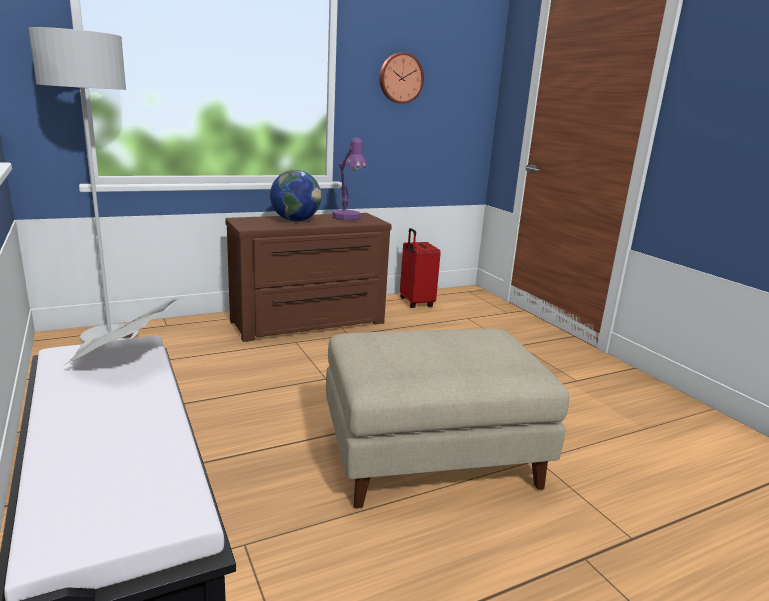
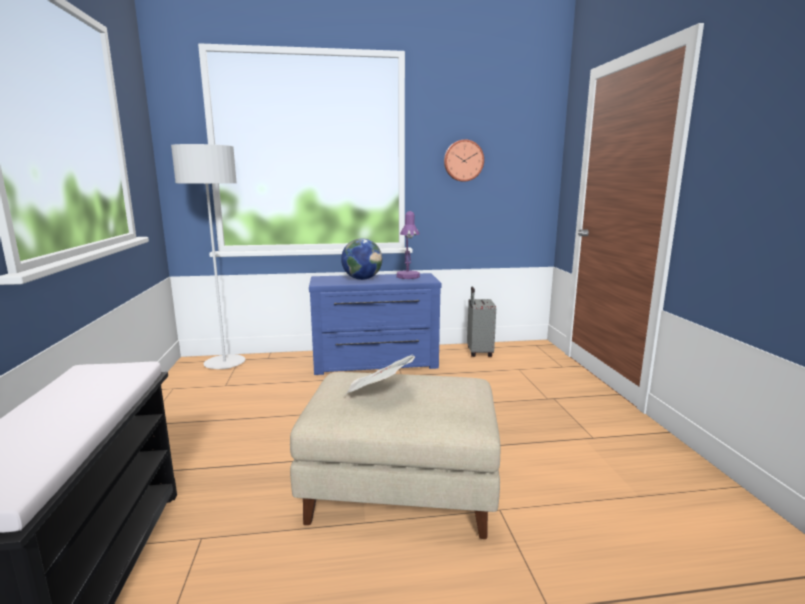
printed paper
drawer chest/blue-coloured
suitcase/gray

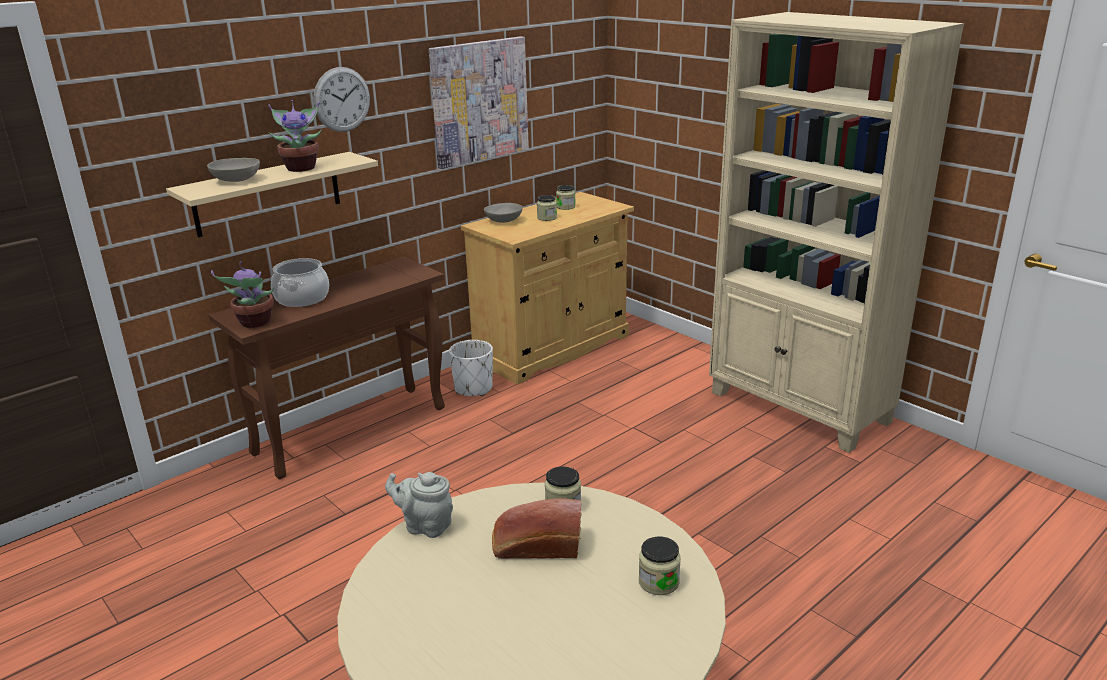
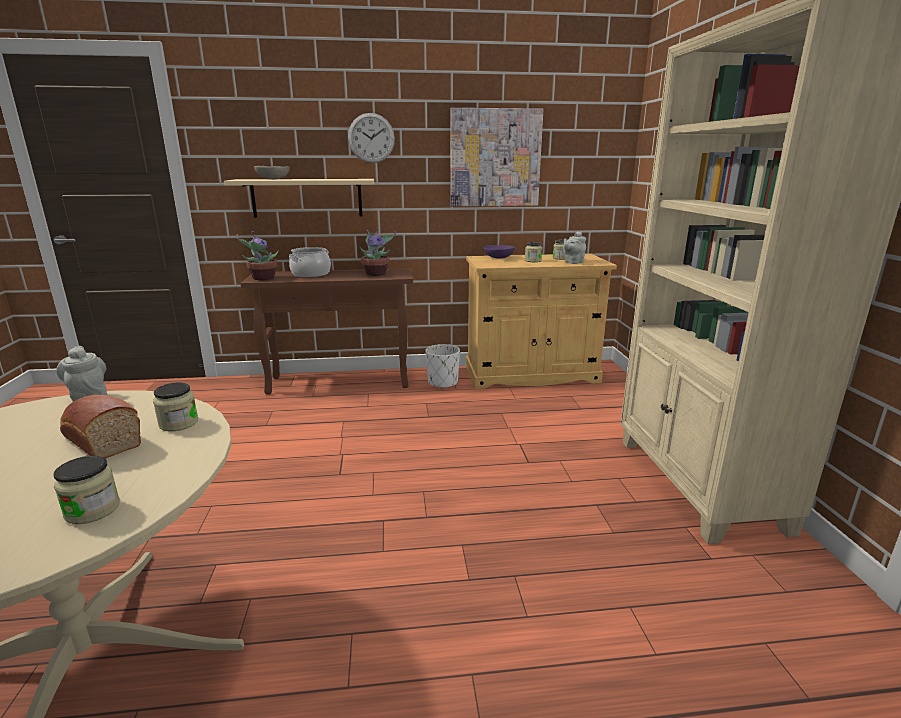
plant in a pot (2nd from left)
bowl/purple
teapot/gray (2nd from left)

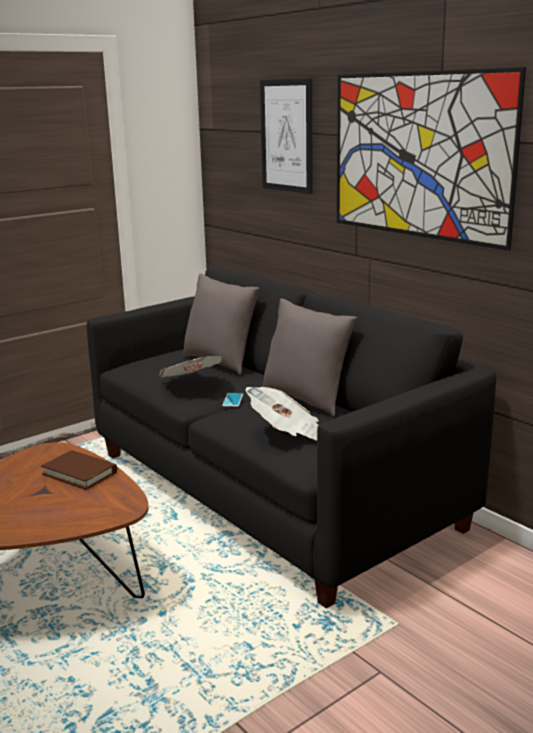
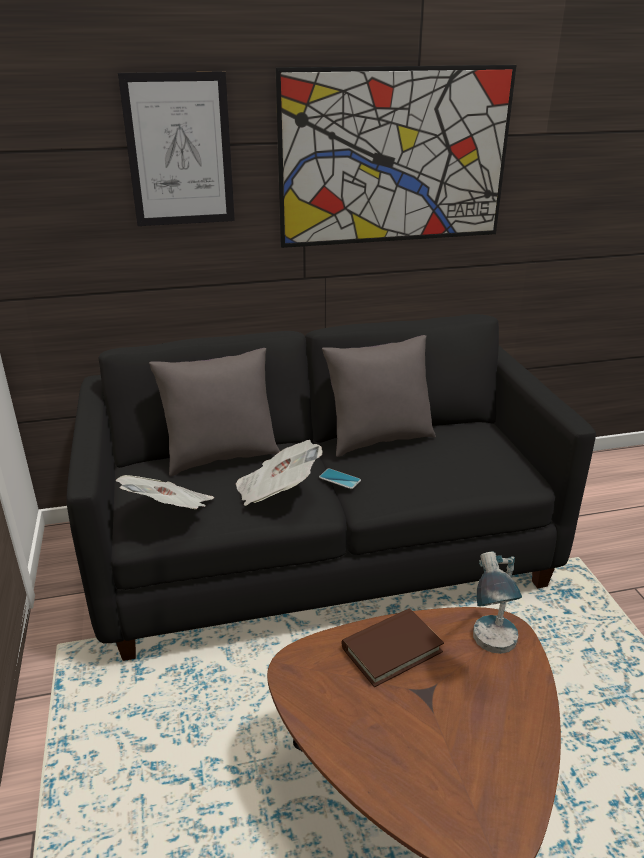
printed paper (1st from left)
tabletop lamp

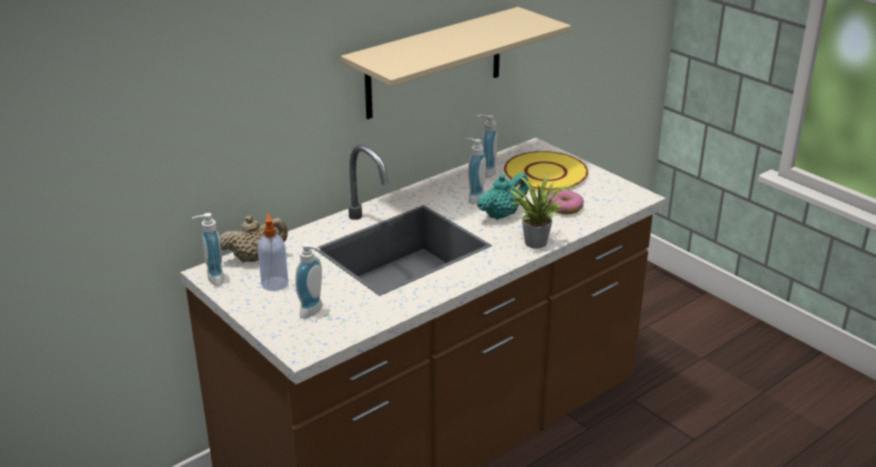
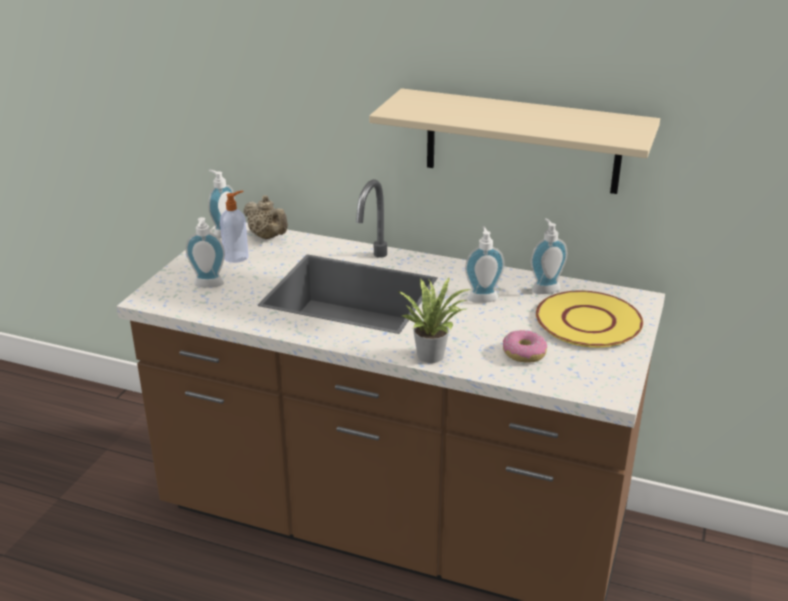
teapot/turquoise-coloured

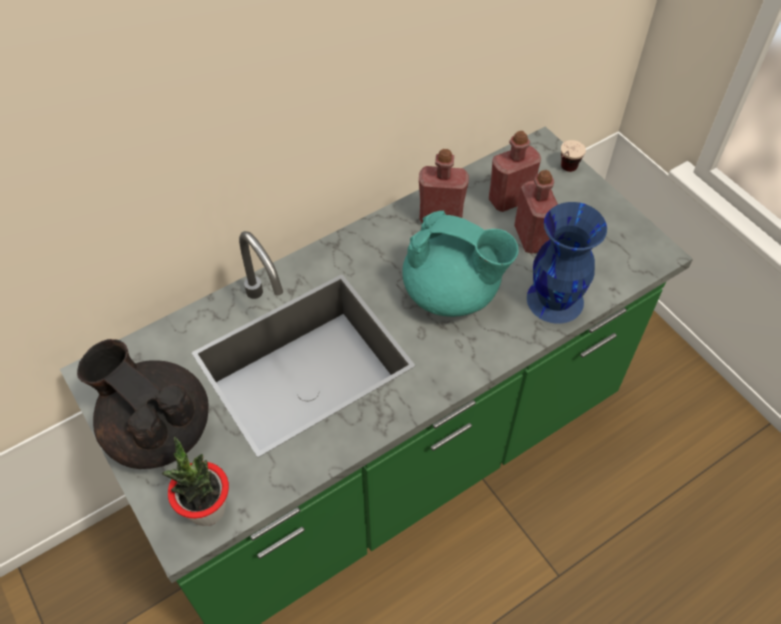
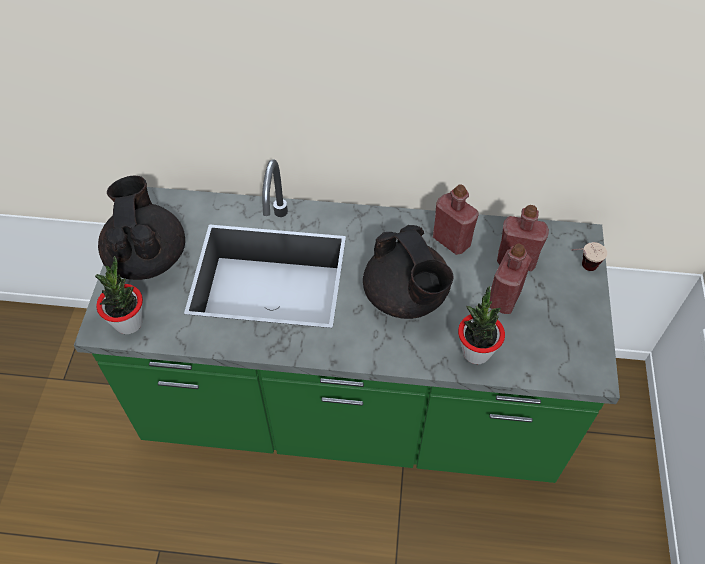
teapot/black (2nd from left)
plant in a pot (2nd from left)

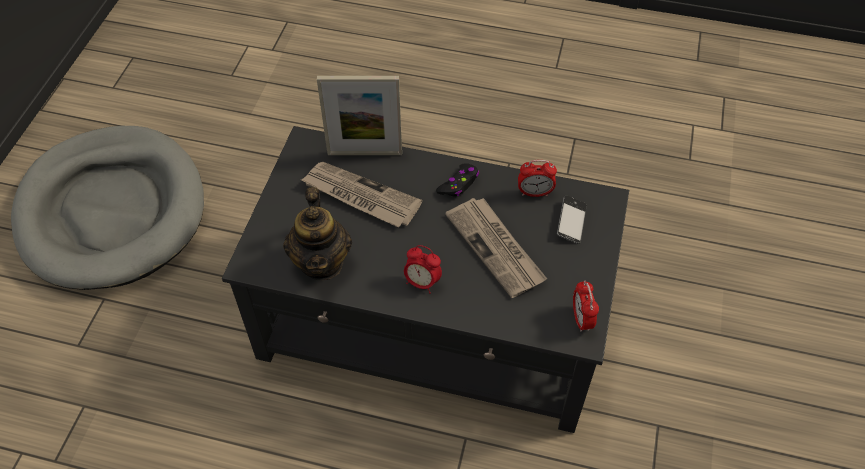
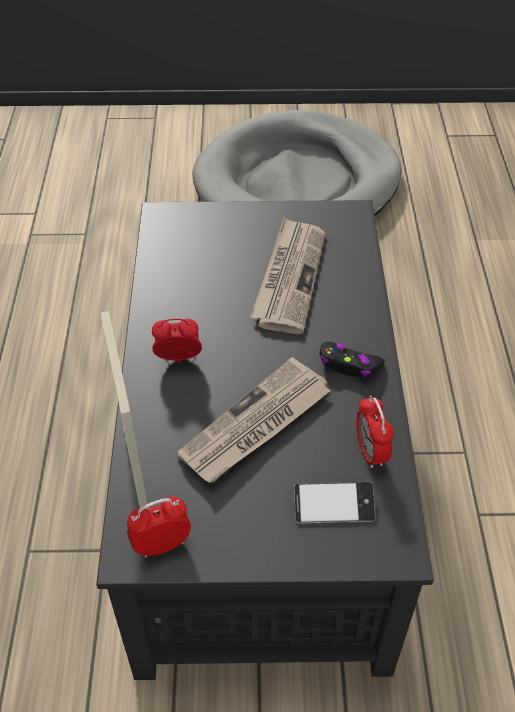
teapot
photo frame
alarm clock (2nd from left)

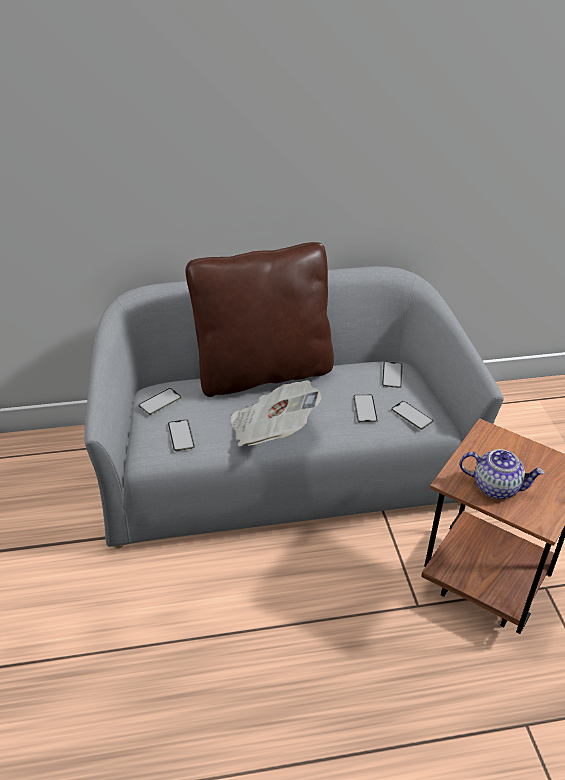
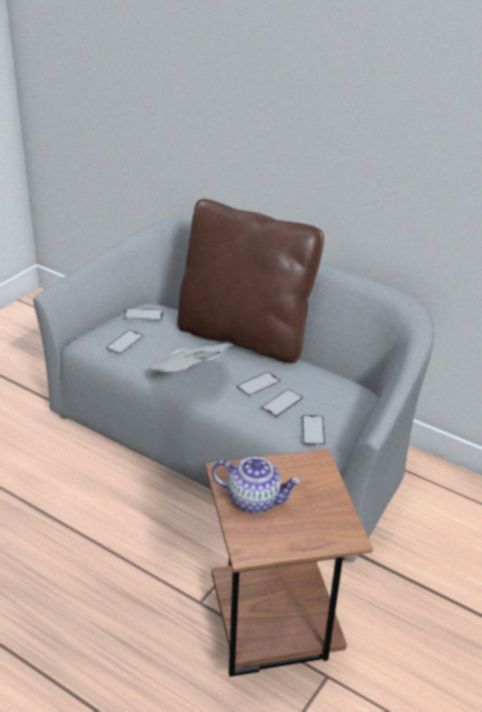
telephone (3rd from left)
teapot

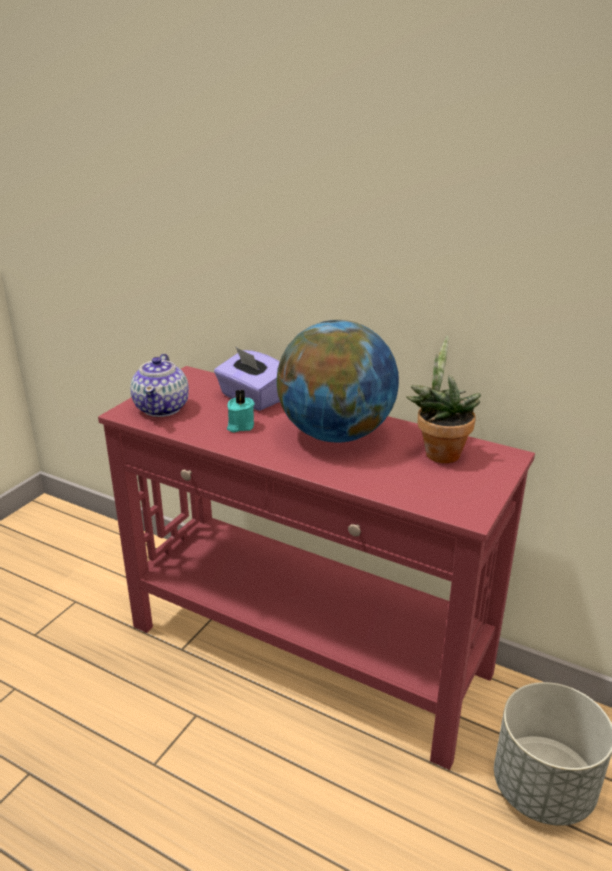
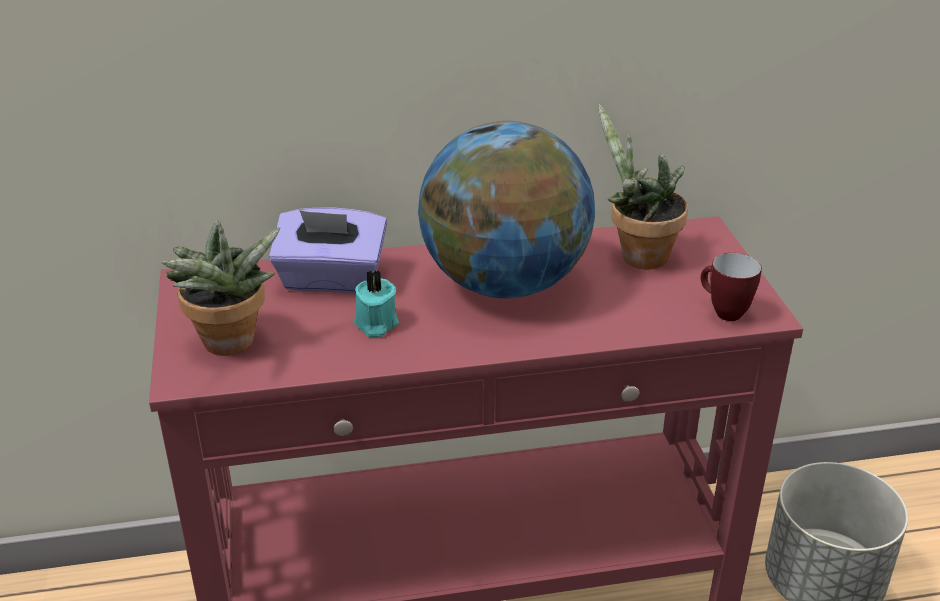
plant in a pot (1st from left)
mug

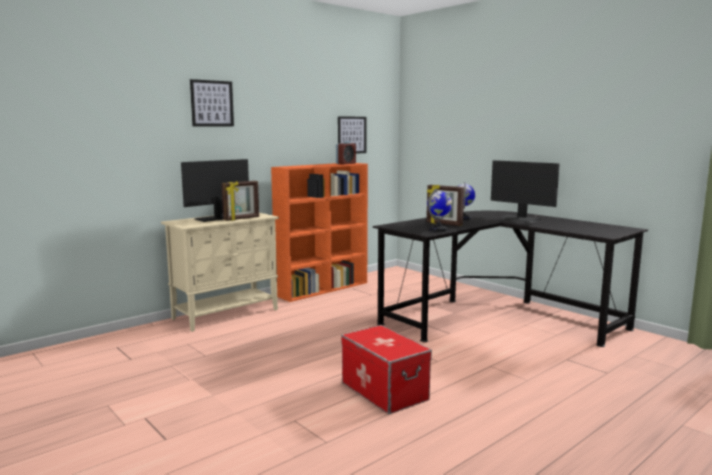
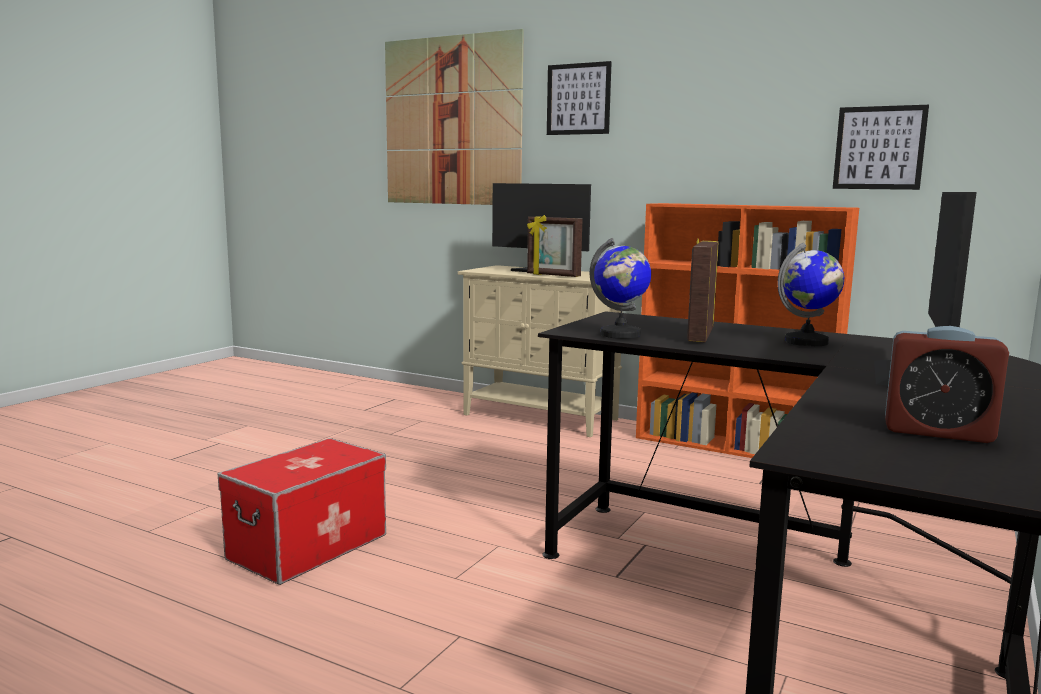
alarm clock
wall art (1st from left)

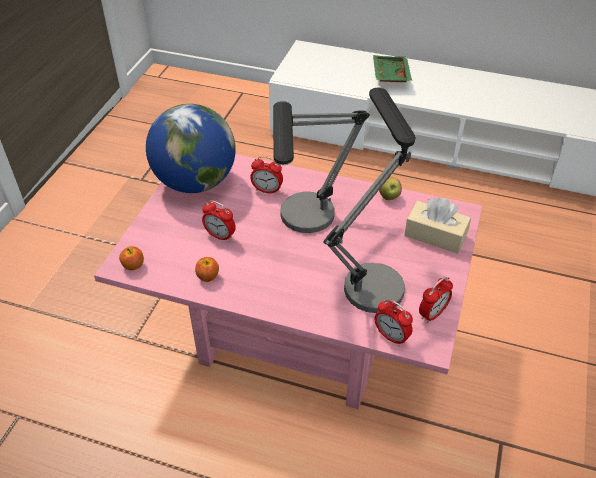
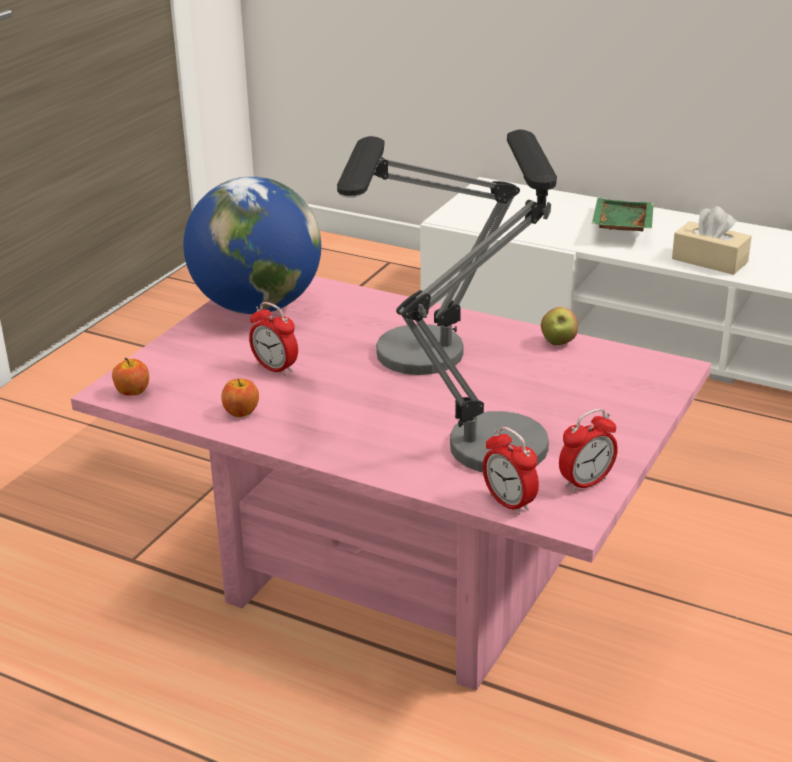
alarm clock (2nd from left in the first image)
tissue holder/beige

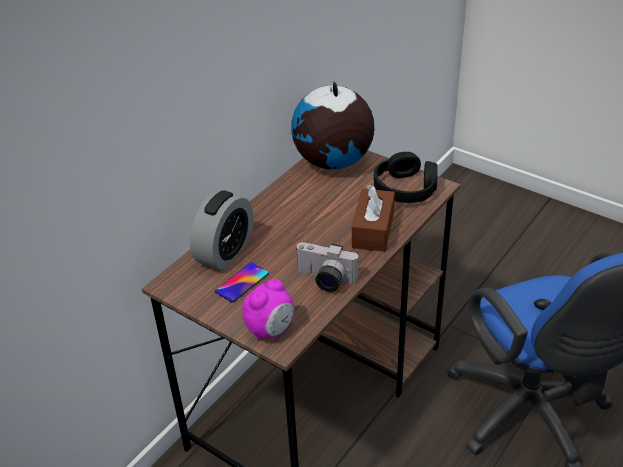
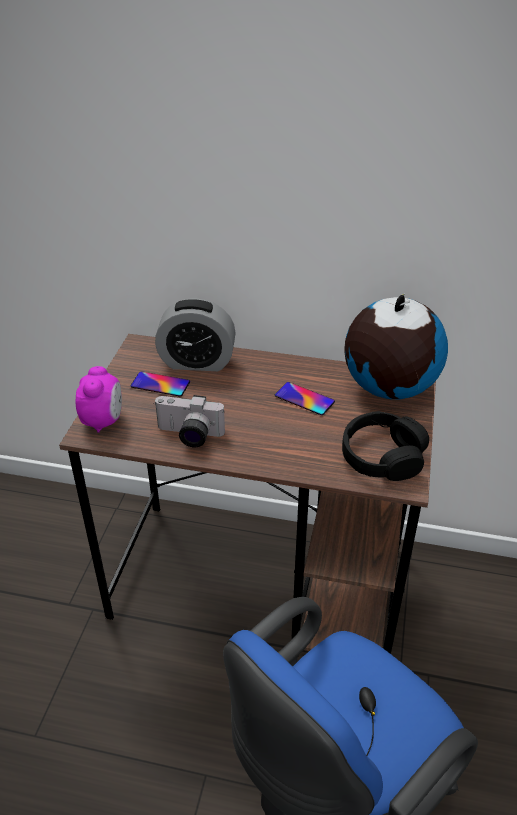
alarm clock (1st from left)
still camera
tissue holder/brownish
telephone (2nd from left)

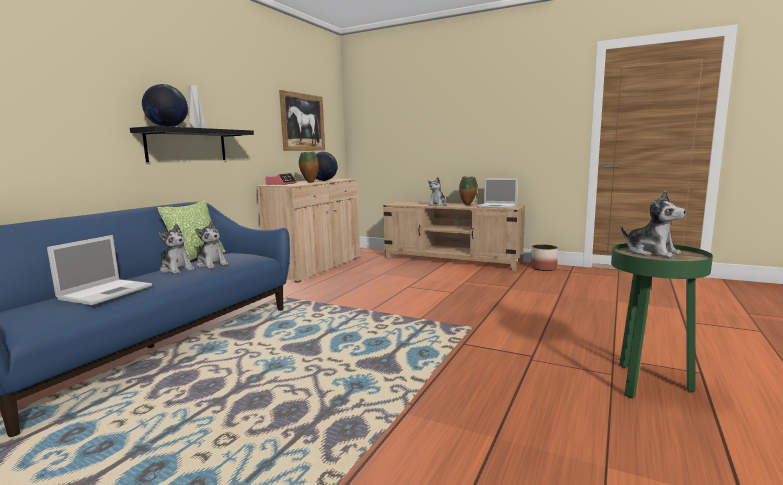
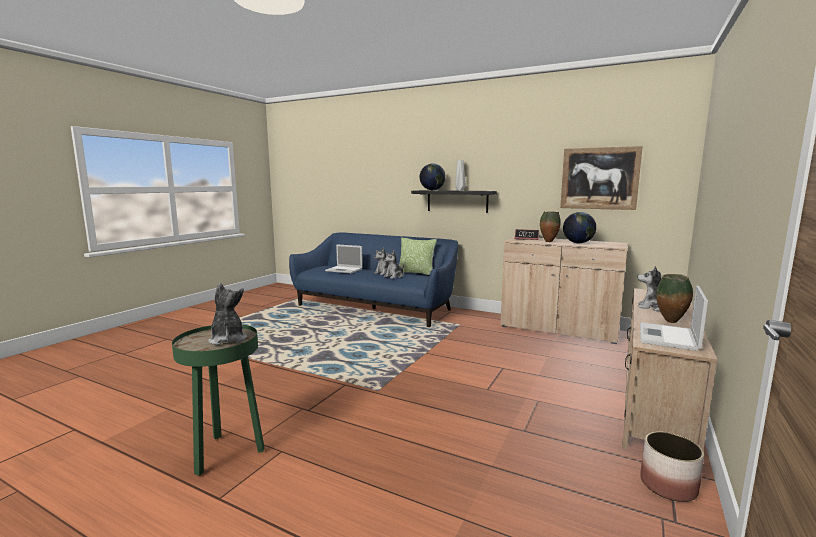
soft toy (1st from left)

